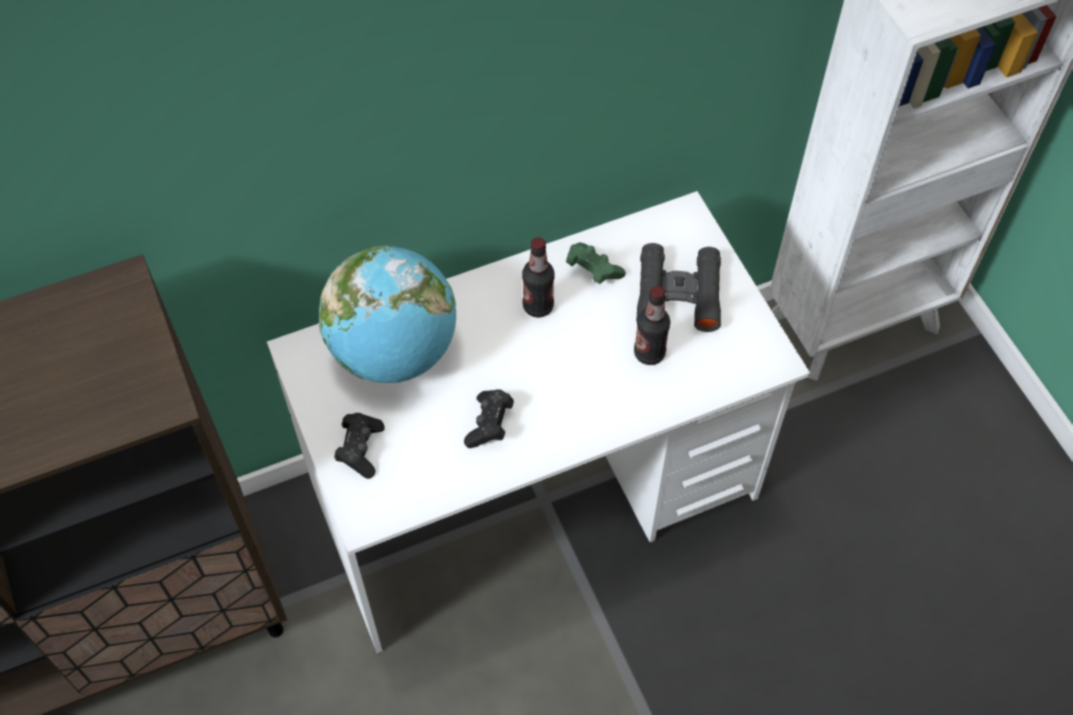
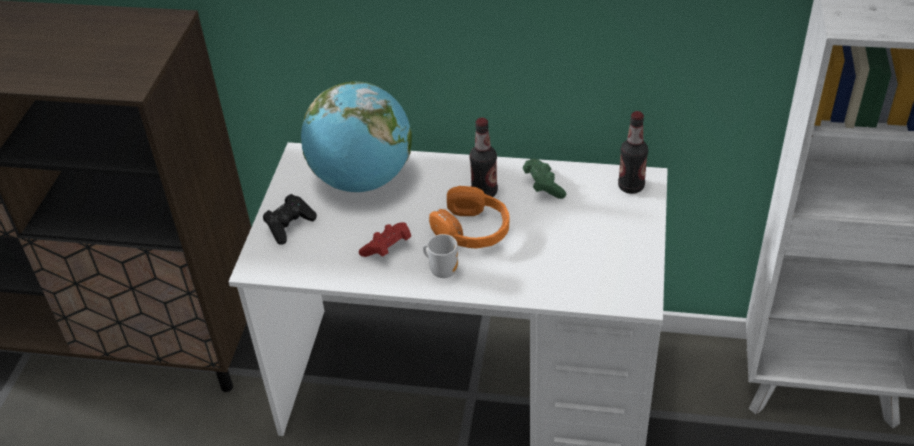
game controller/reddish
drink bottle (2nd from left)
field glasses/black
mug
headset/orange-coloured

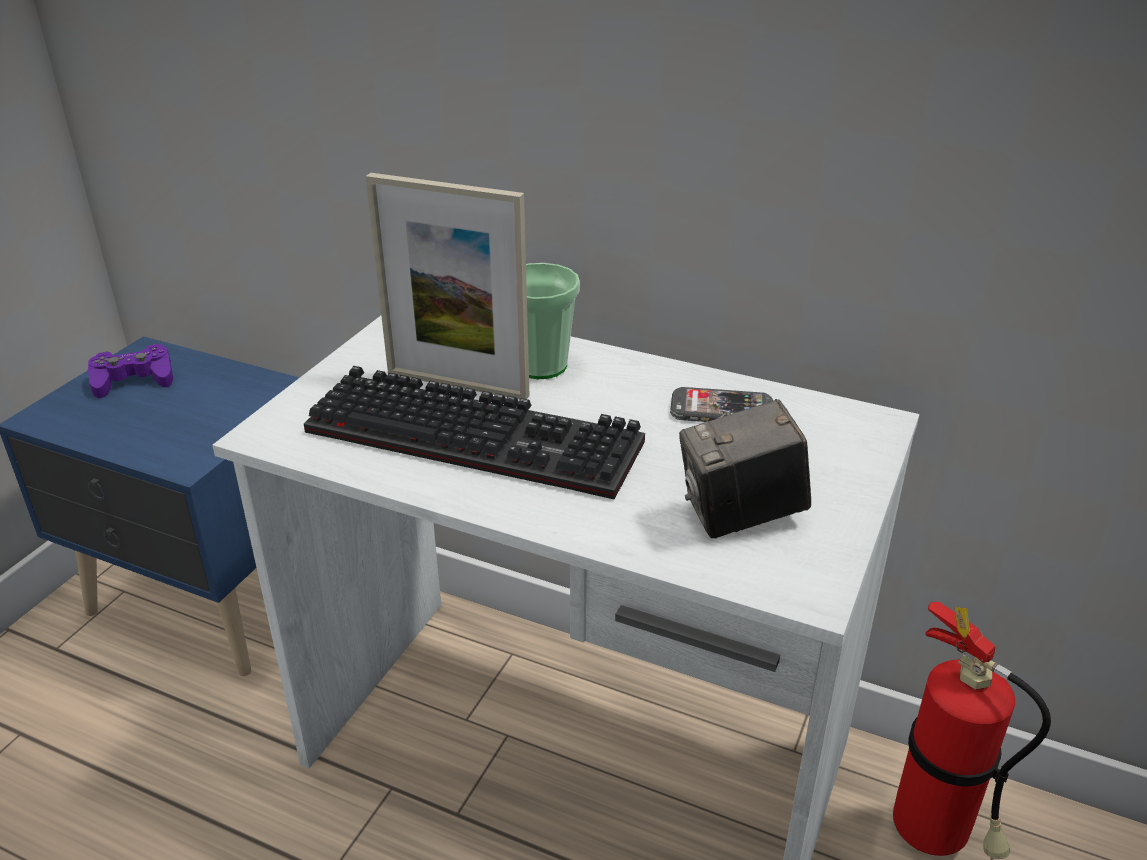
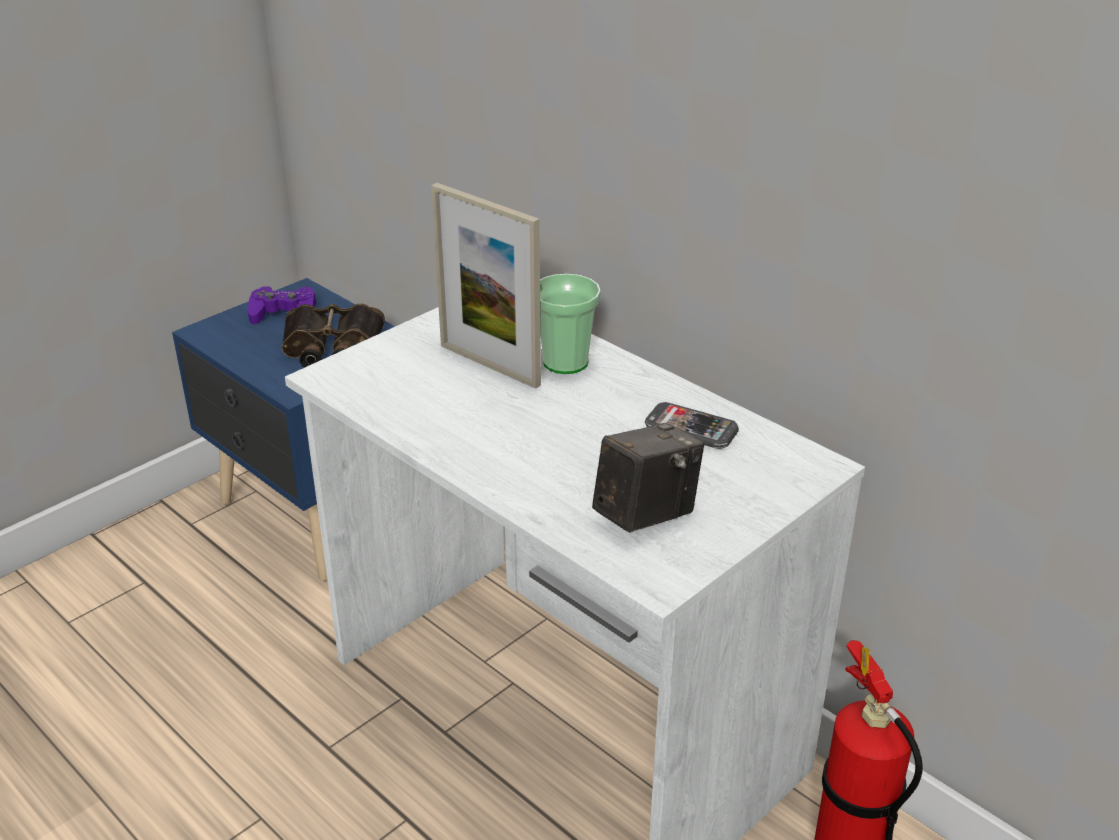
keyboard
still camera
field glasses

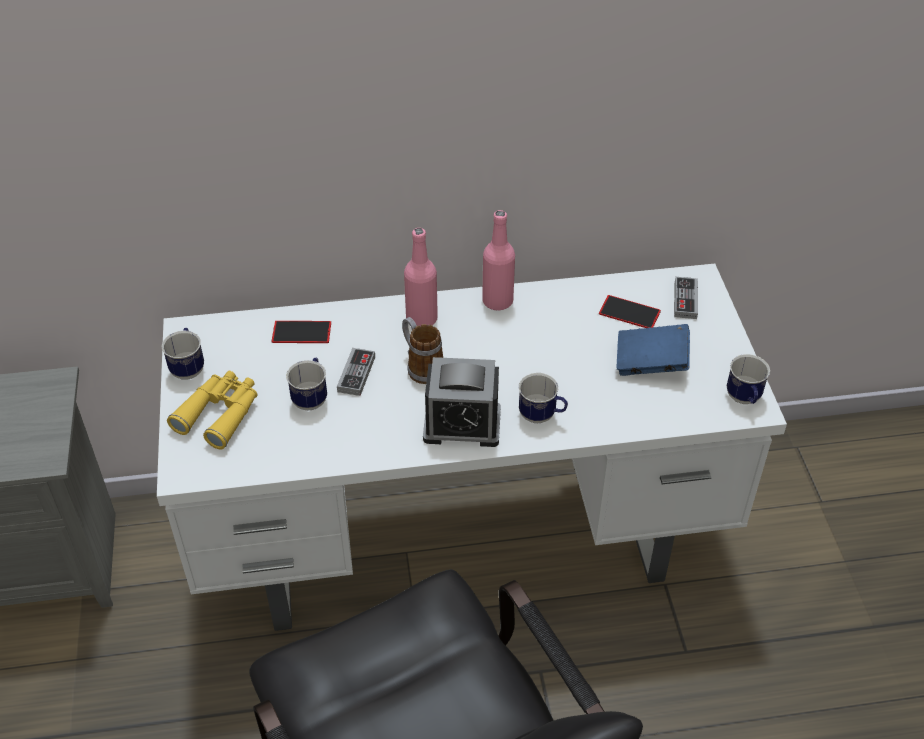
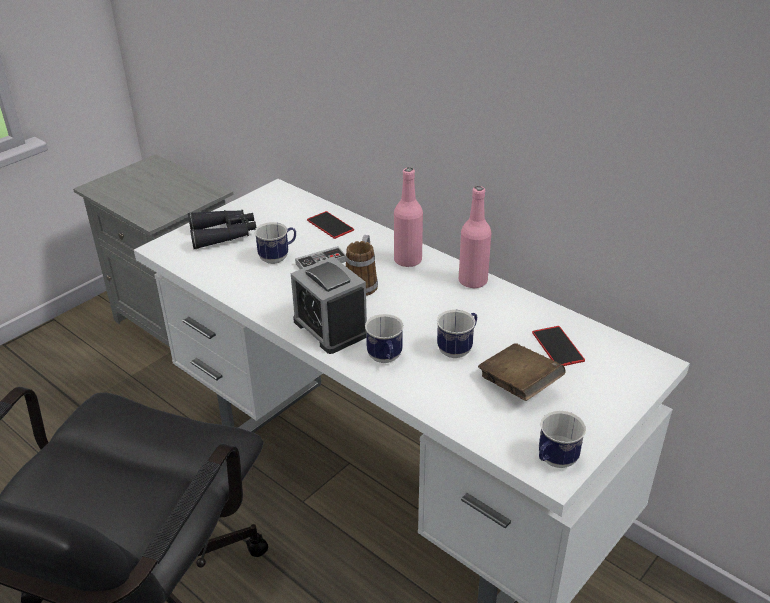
mug (4th from left)
field glasses/black
book/brownish
game controller (2nd from left in the first image)

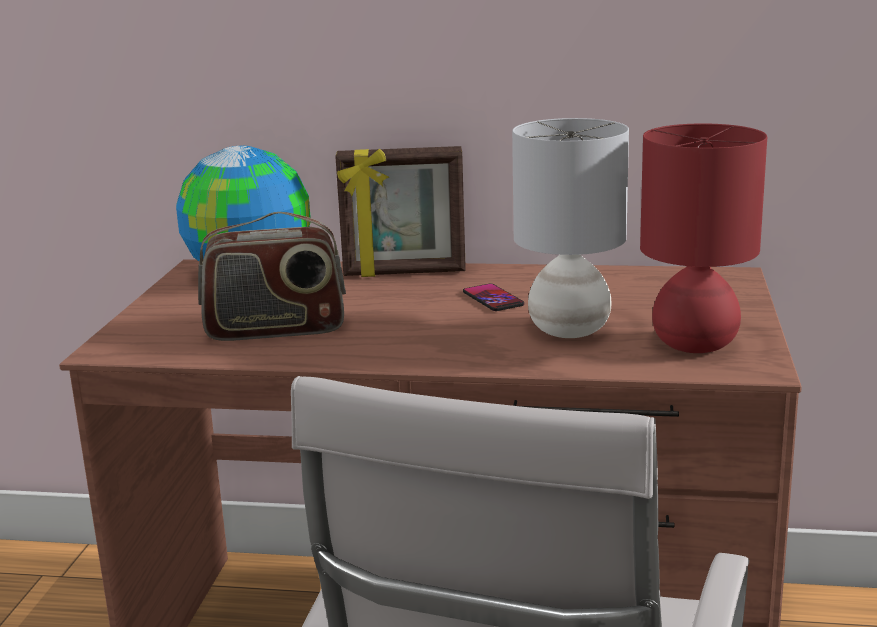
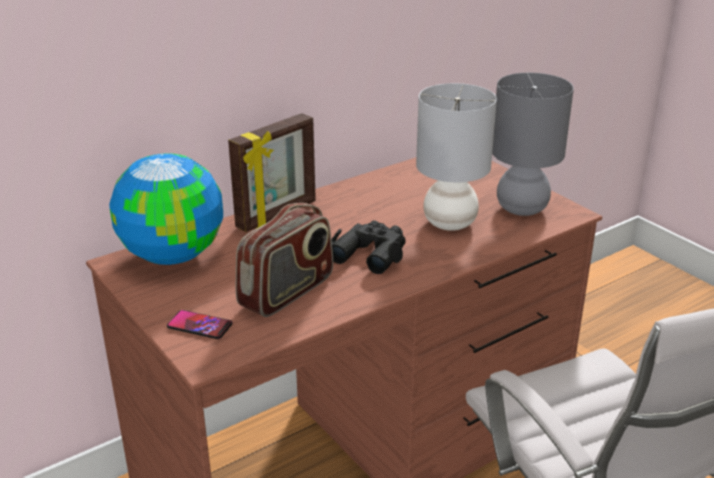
telephone
tabletop lamp/gray (2nd from left)
field glasses/black

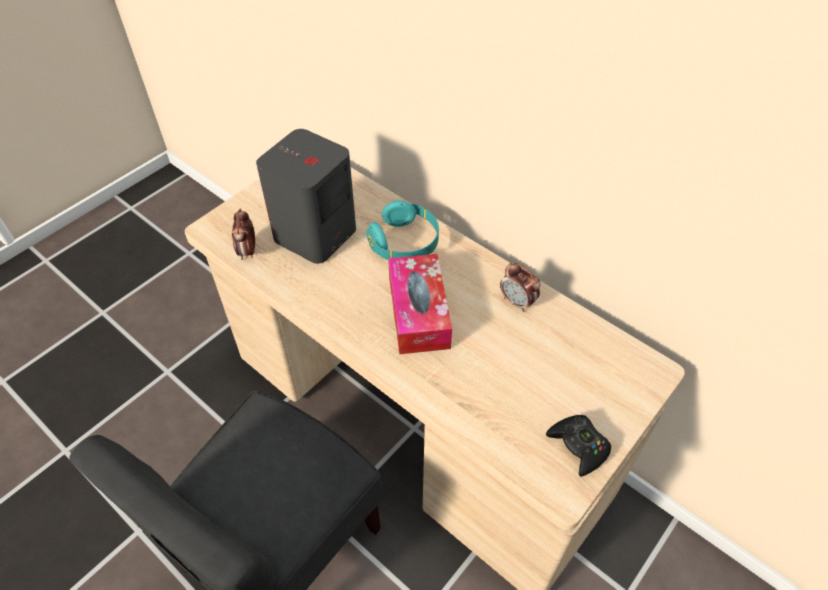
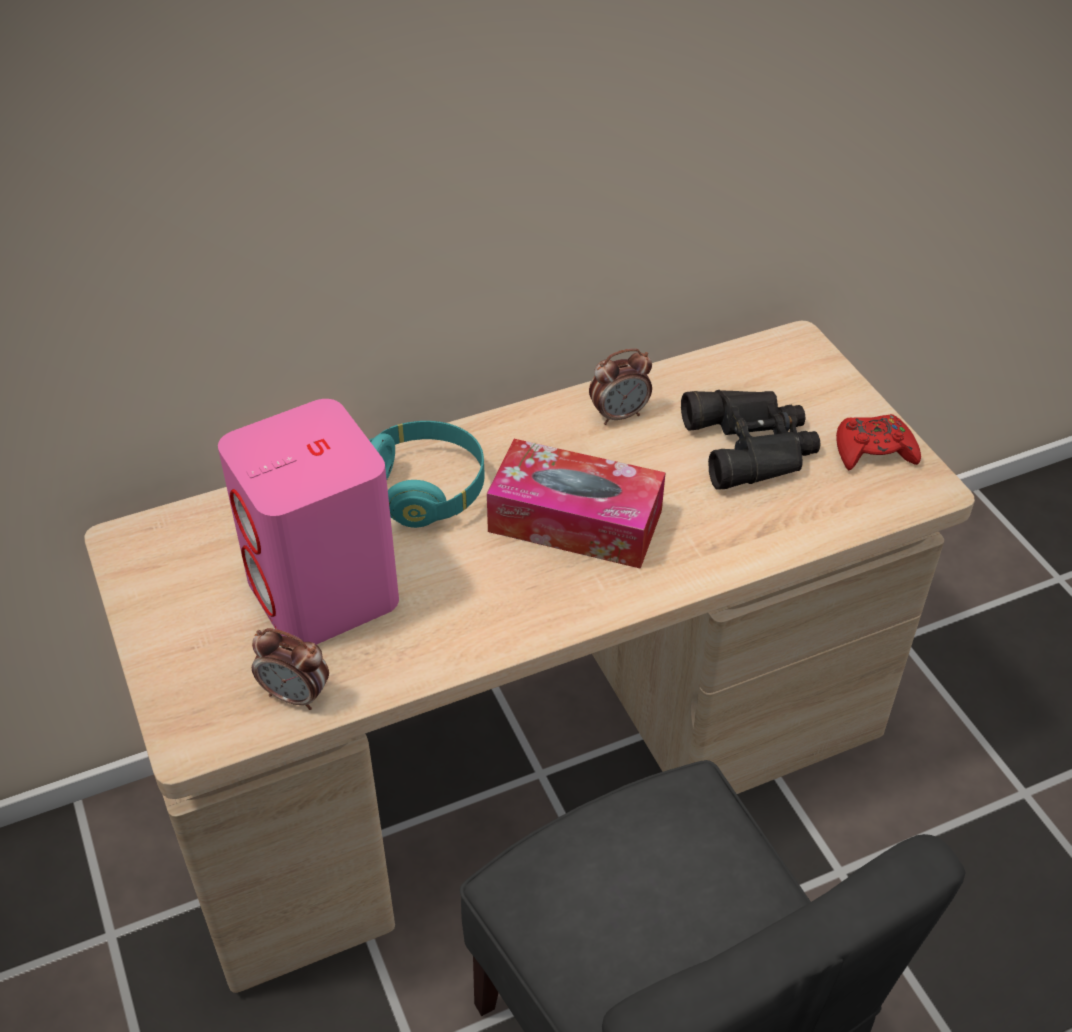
audio speaker/pink
game controller/reddish
field glasses/black

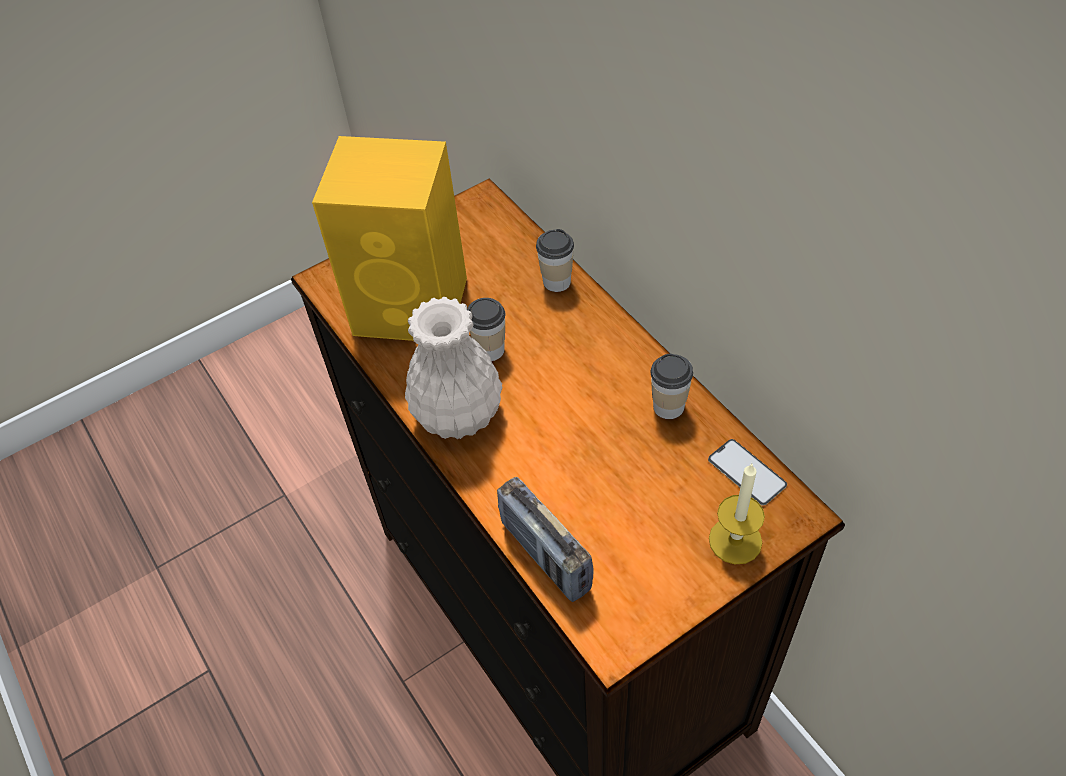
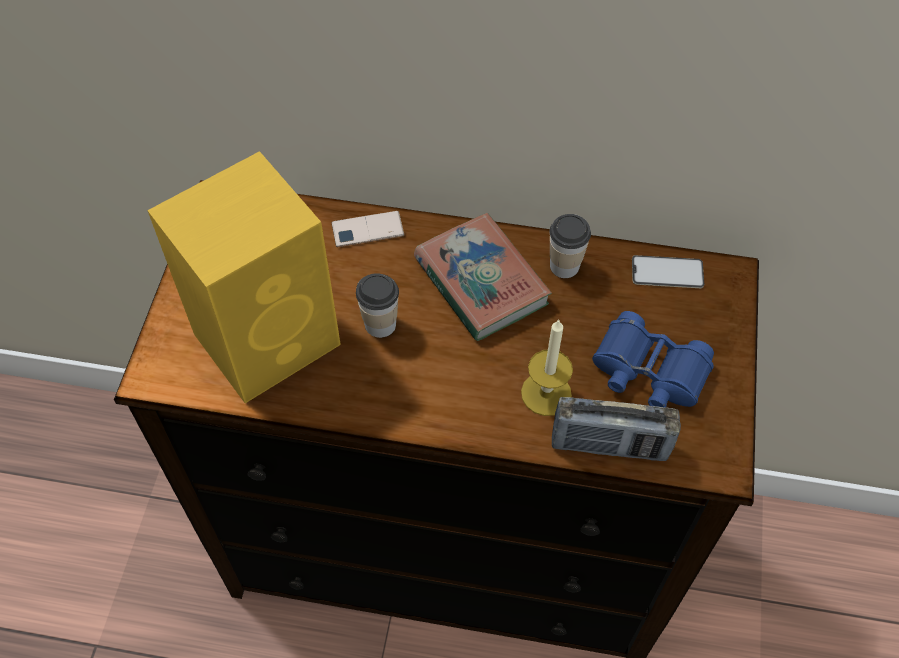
decorative vase/white
telephone (1st from left)
wax candle
book
field glasses/blue-coloured

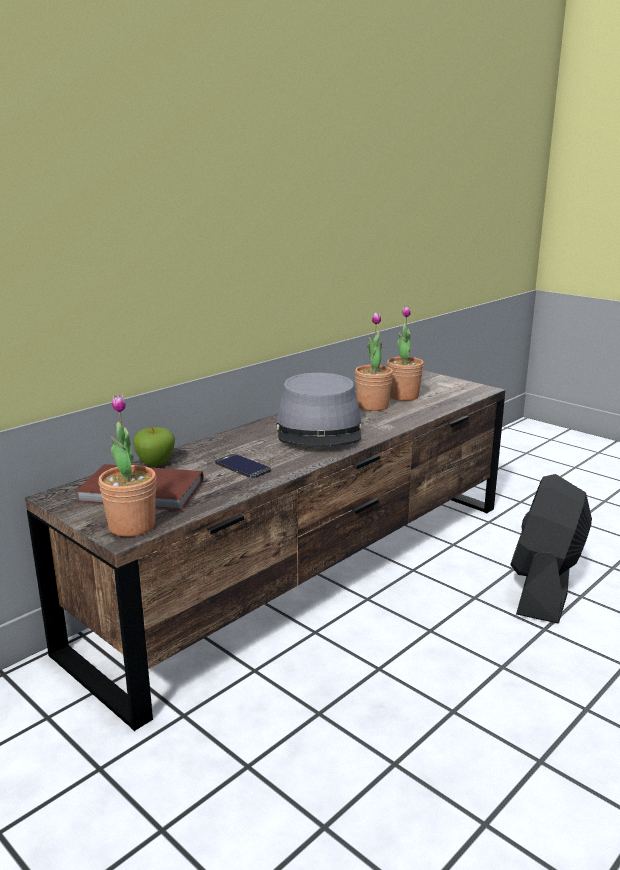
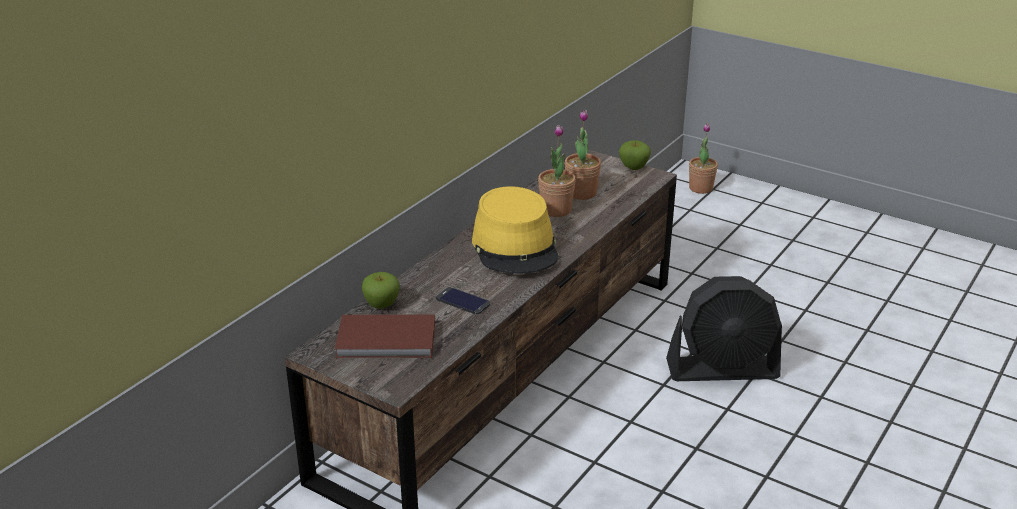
plant in a pot (3rd from left)
hat/yellow
electric fan/black
apple (2nd from left)

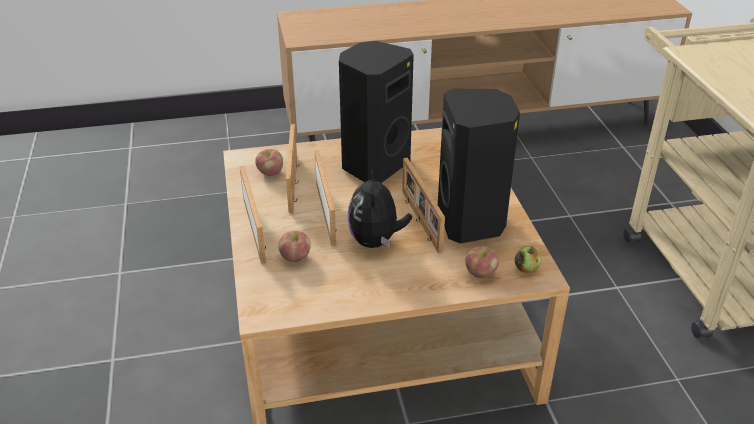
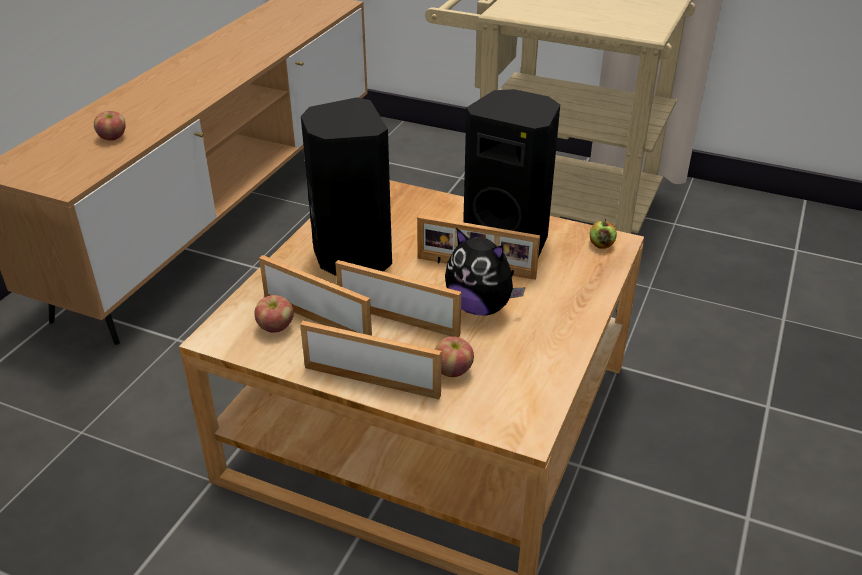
apple (1st from left)

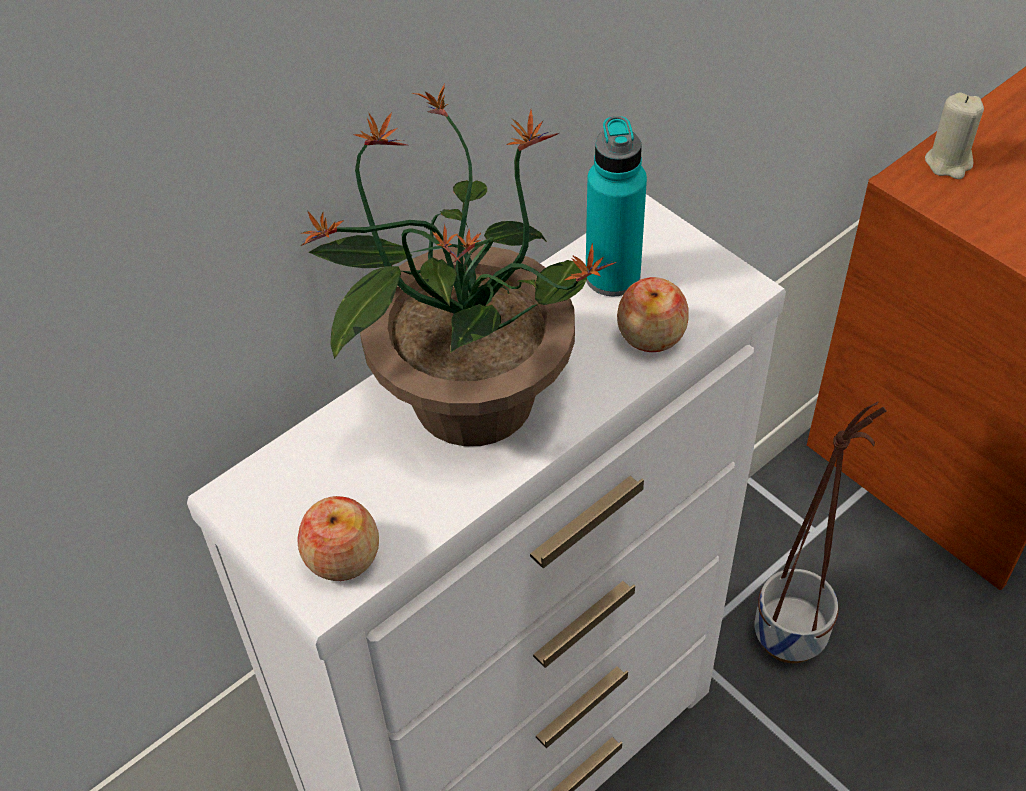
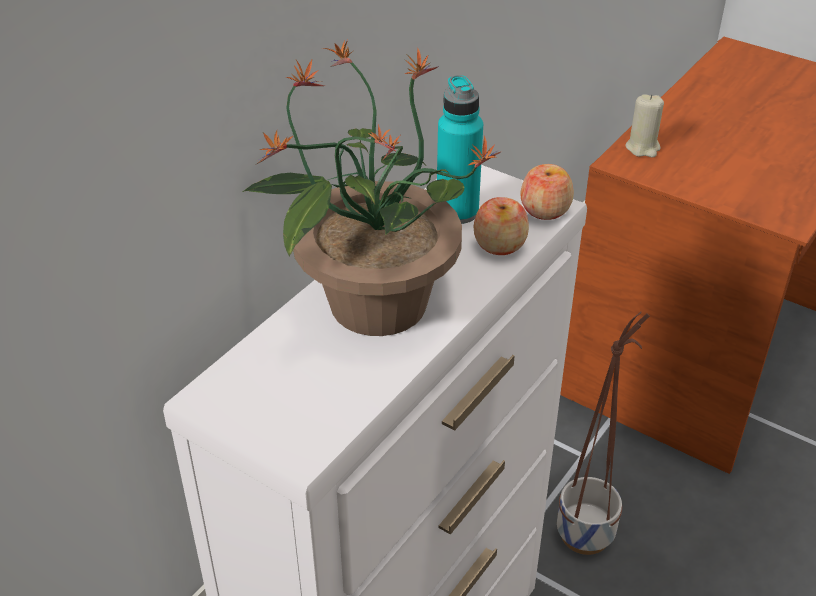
apple (2nd from left)

